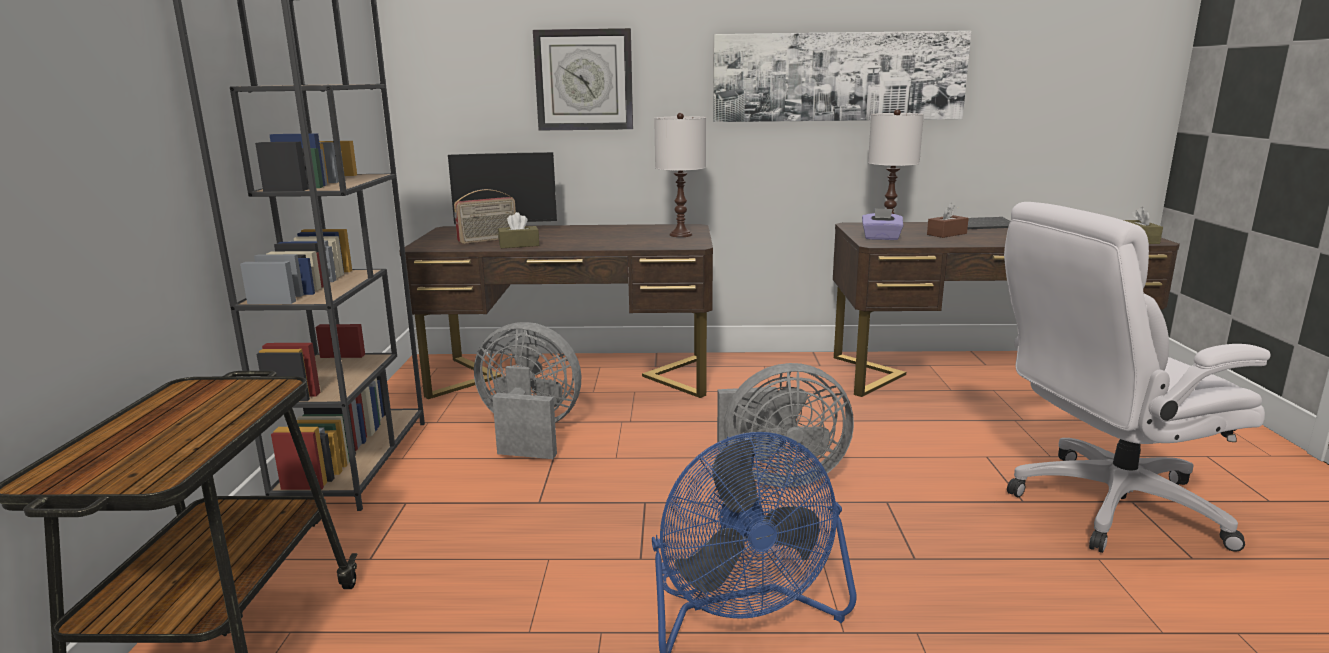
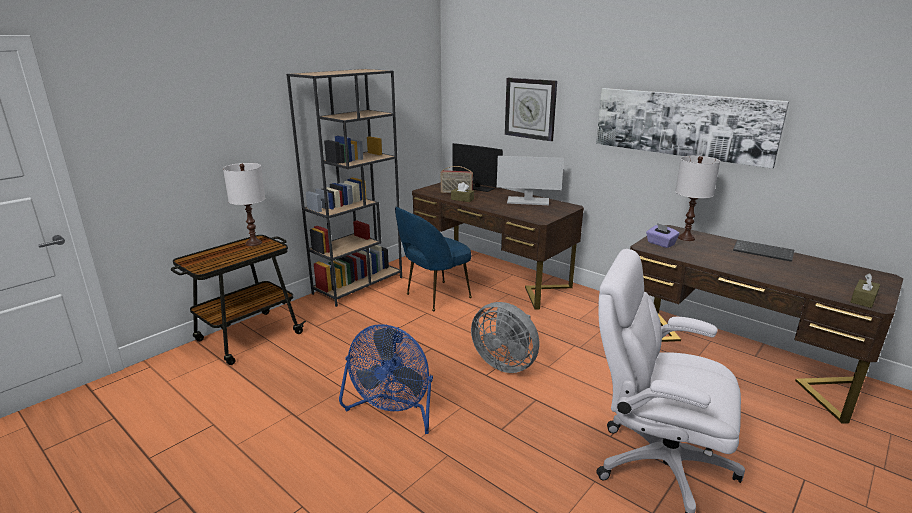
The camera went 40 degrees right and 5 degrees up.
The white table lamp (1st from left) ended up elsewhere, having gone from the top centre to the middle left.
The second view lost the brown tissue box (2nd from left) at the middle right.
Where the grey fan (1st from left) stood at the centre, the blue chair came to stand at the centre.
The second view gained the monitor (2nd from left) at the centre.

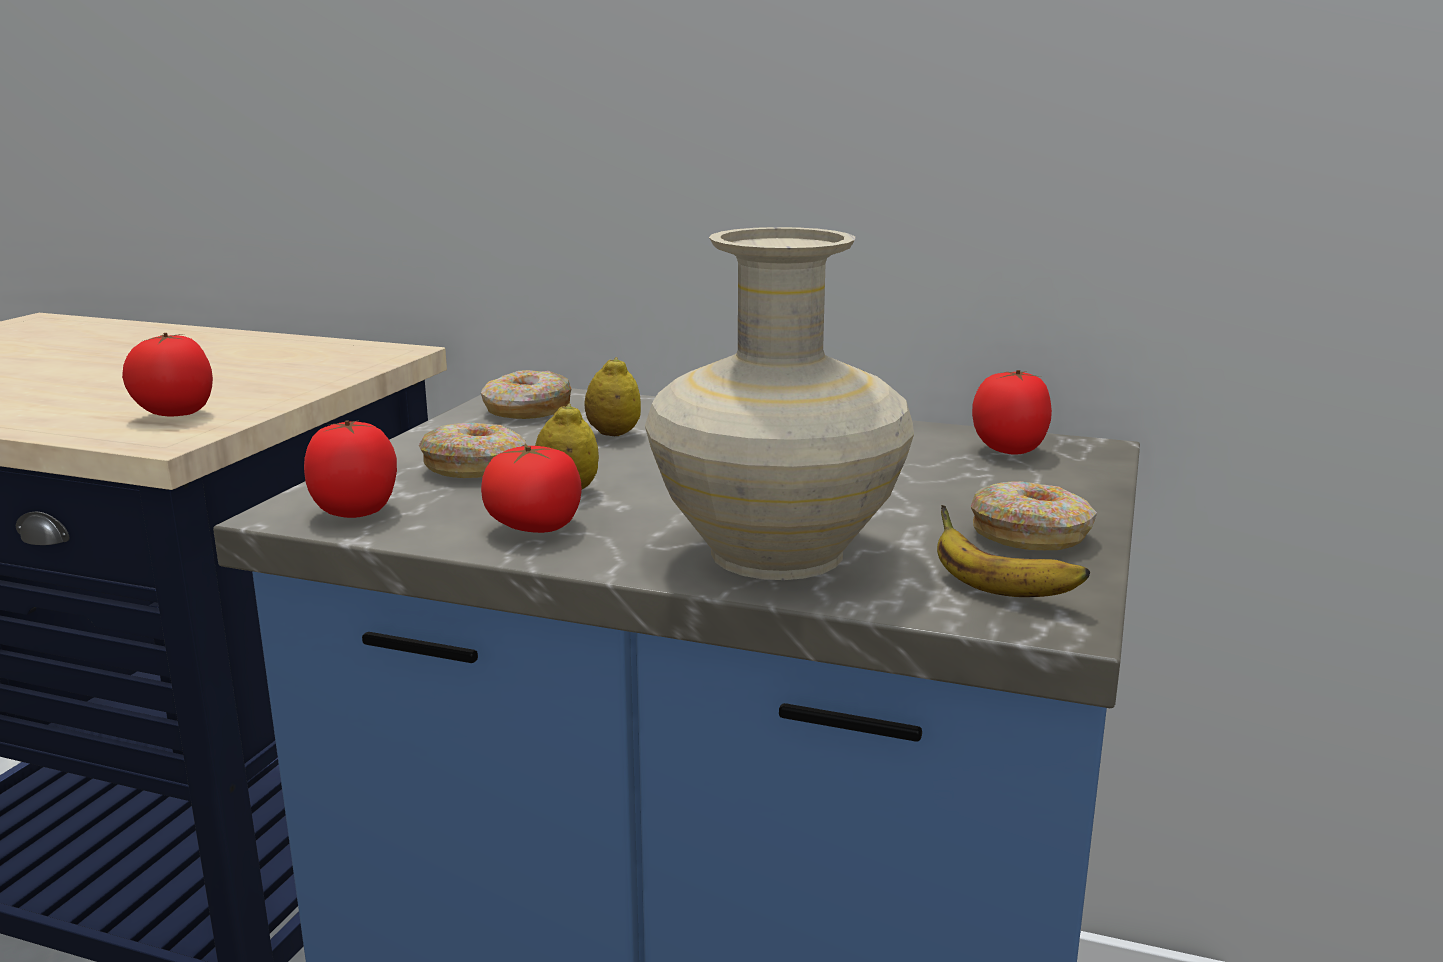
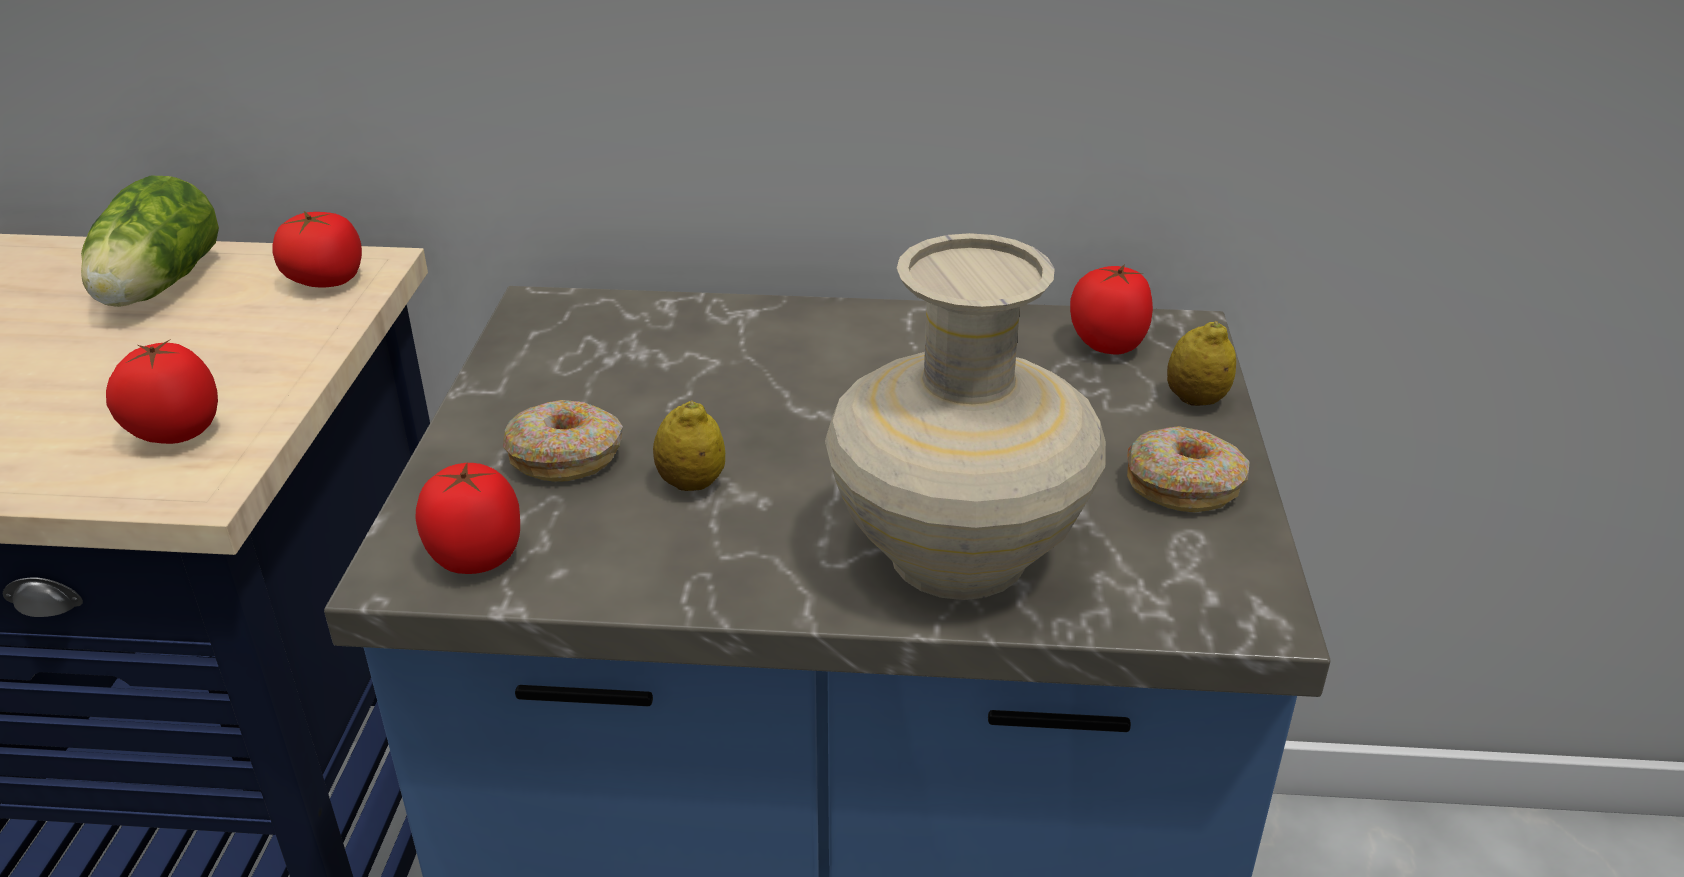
The camera went 15 degrees left and 15 degrees up.
The lemon (2nd from left) ended up elsewhere, having gone from the centre to the middle right.
The second view lost the donut (2nd from left) at the centre.
The tomato (3rd from left in the first image) ended up elsewhere, having gone from the centre to the top left.
The second view lost the banana at the middle right.
The second view gained the lettuce at the top left.

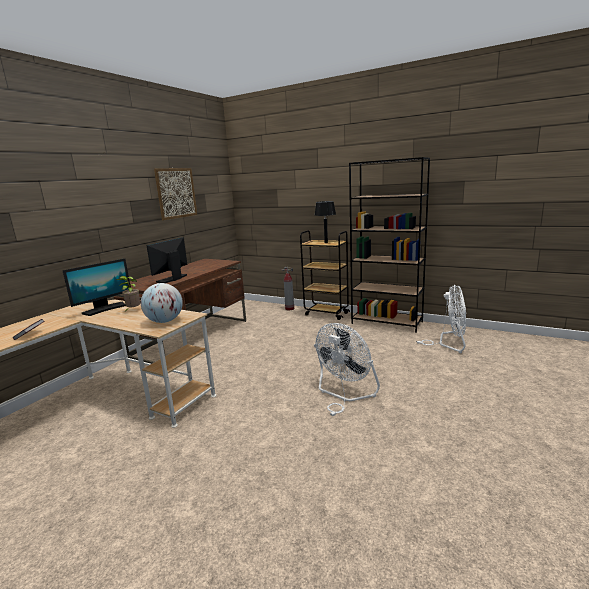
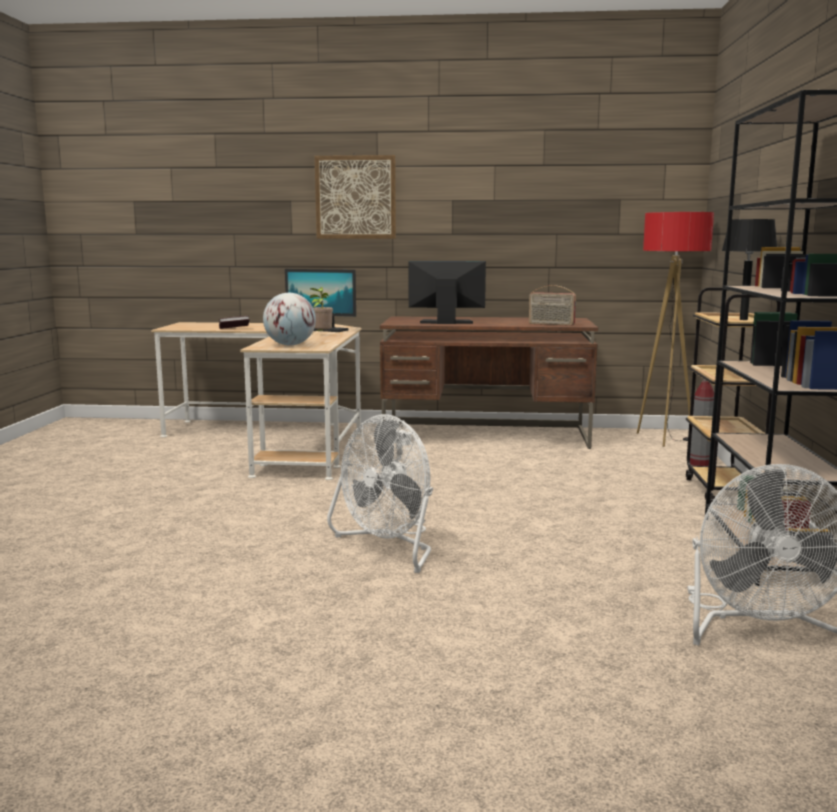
The camera went 65 degrees right and 5 degrees down.
The picture ended up elsewhere, having gone from the top left to the top centre.
The white fan (1st from left) at the centre ended up facing another way, 120 degrees clockwise from before.
The second view gained the floor lamp at the middle right.
The second view gained the radio at the centre.

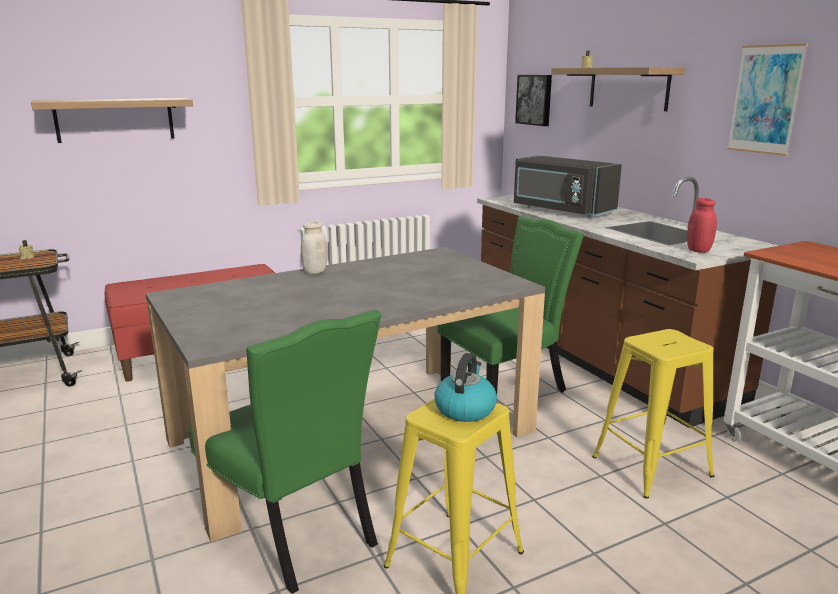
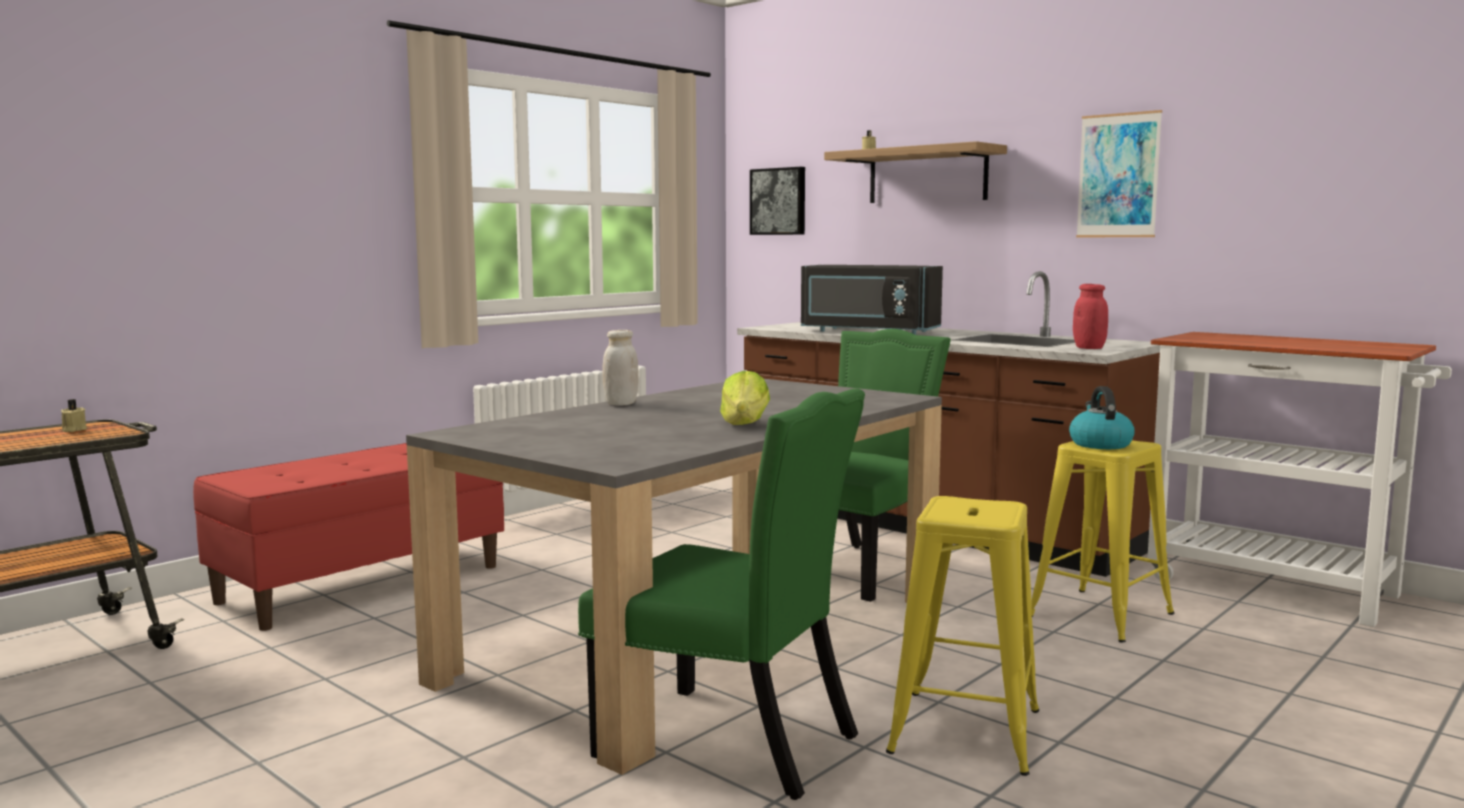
The camera went 20 degrees left and 10 degrees down.
The second view lost the shelf (1st from left) at the top left.
The kettle ended up elsewhere, having gone from the centre to the middle right.
The second view gained the lettuce at the centre.

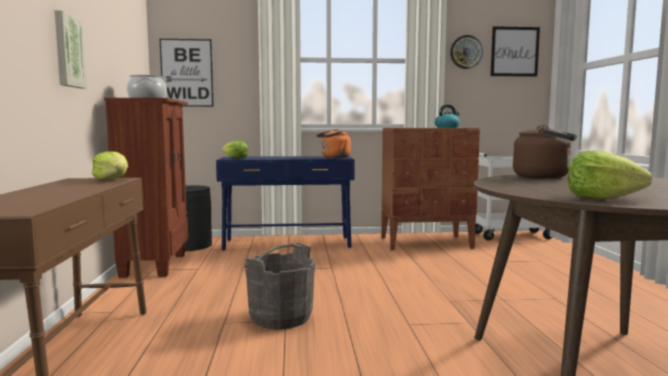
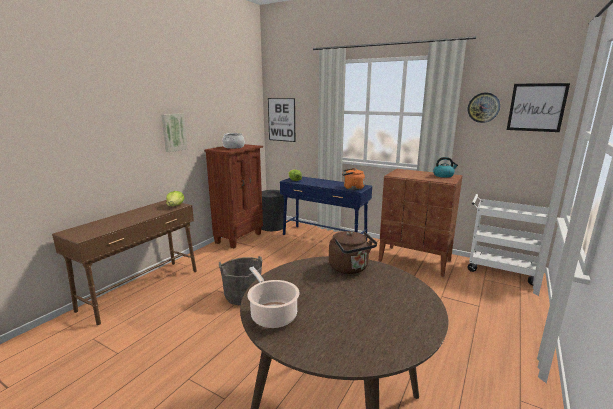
The camera went 35 degrees right and 10 degrees up.
Where the lettuce (3rd from left) stood at the middle right, the cooking pot (2nd from left) came to stand at the bottom centre.

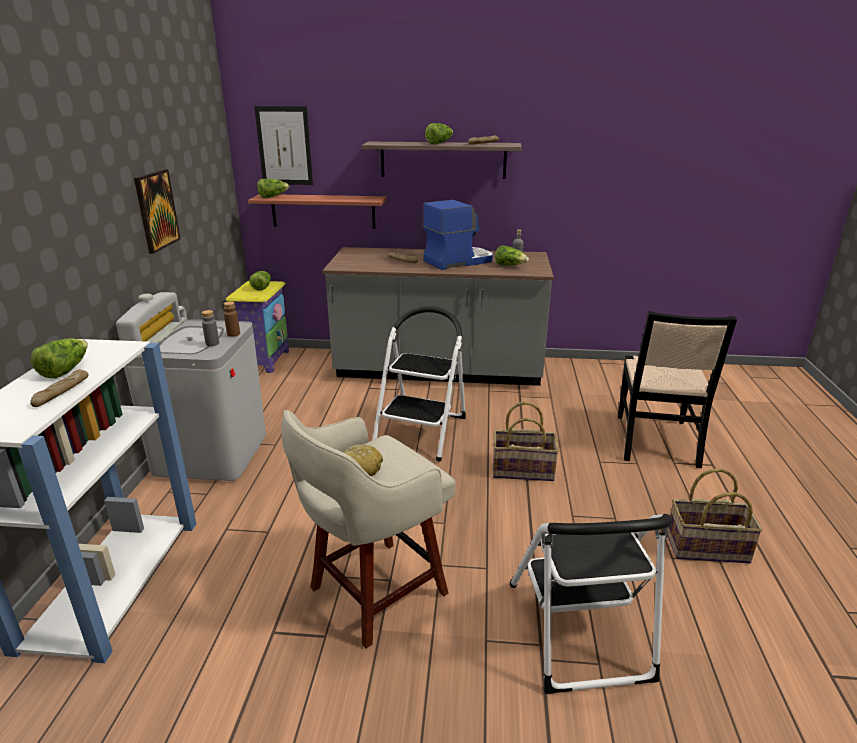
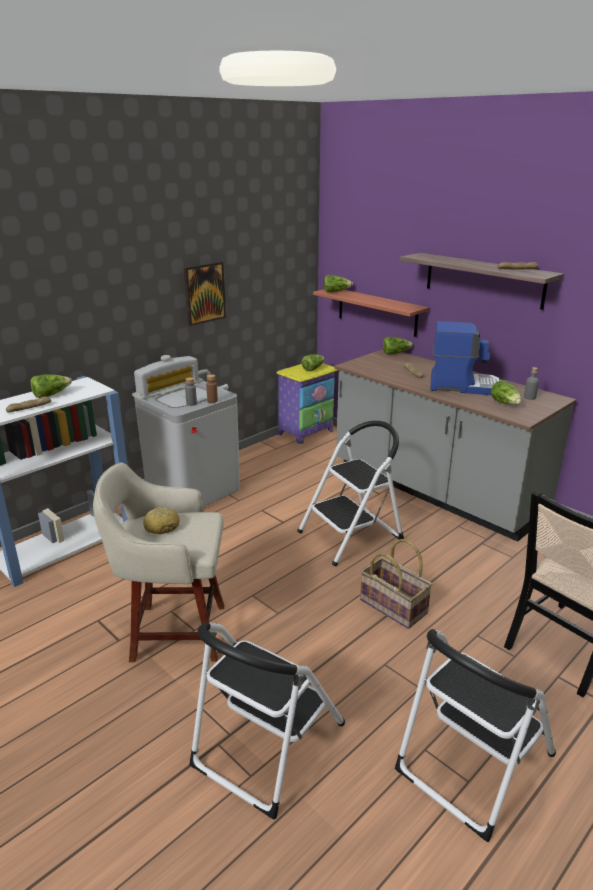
The camera went 40 degrees right and 0 degrees up.
The second view lost the picture (2nd from left) at the top left.
The lettuce (4th from left) ended up elsewhere, having gone from the top centre to the middle right.
Where the basket (2nd from left) stood at the bottom right, the step ladder (3rd from left) came to stand at the bottom right.

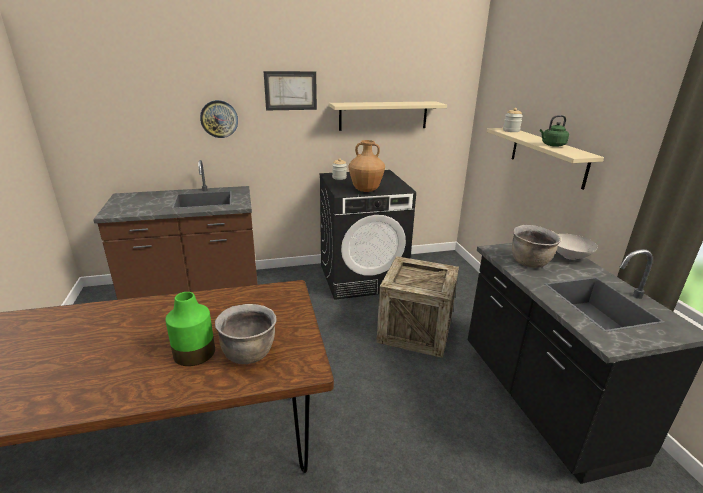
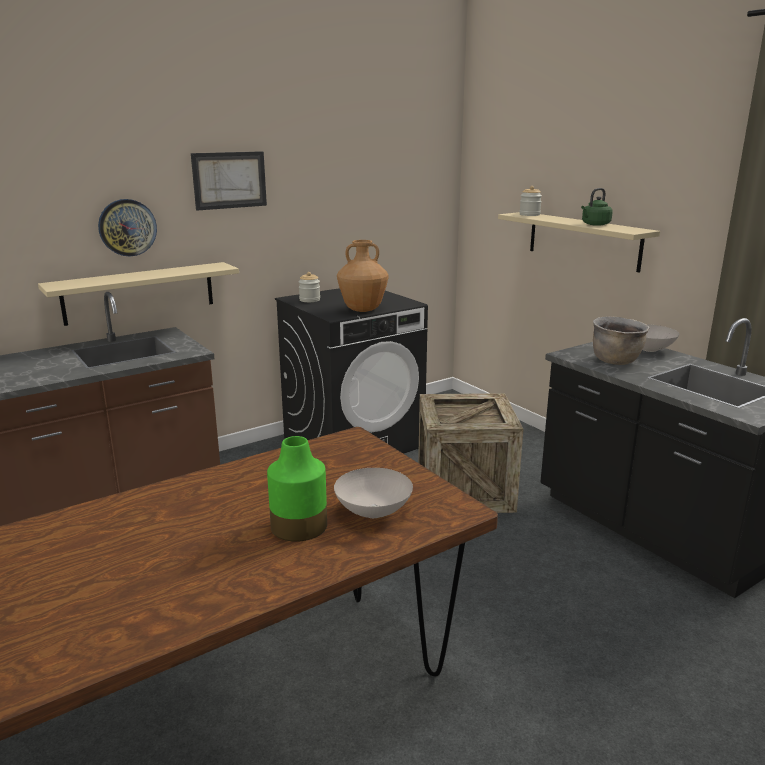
The camera went 20 degrees left and 5 degrees down.
The beige shelf (1st from left) ended up elsewhere, having gone from the top centre to the middle left.
Where the brown cooking pot (1st from left) stood at the bottom centre, the white bowl (1st from left) came to stand at the centre.

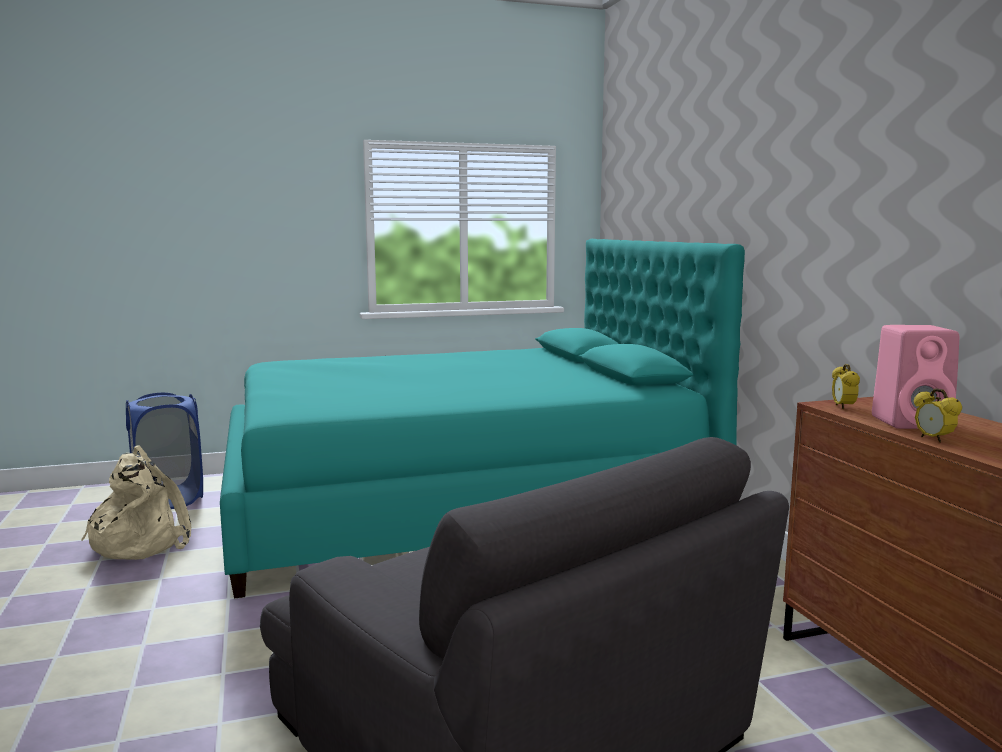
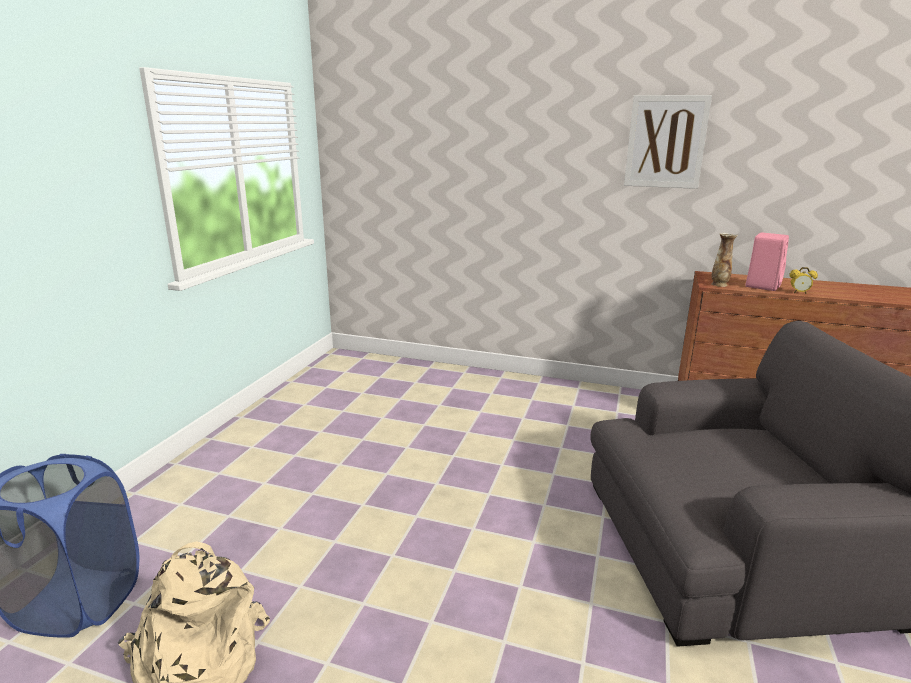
The camera went 55 degrees left and 10 degrees up.
The second view lost the turquoise bed at the centre.
Where the alarm clock (1st from left) stood at the middle right, the vase came to stand at the middle right.
The second view gained the picture at the top right.

